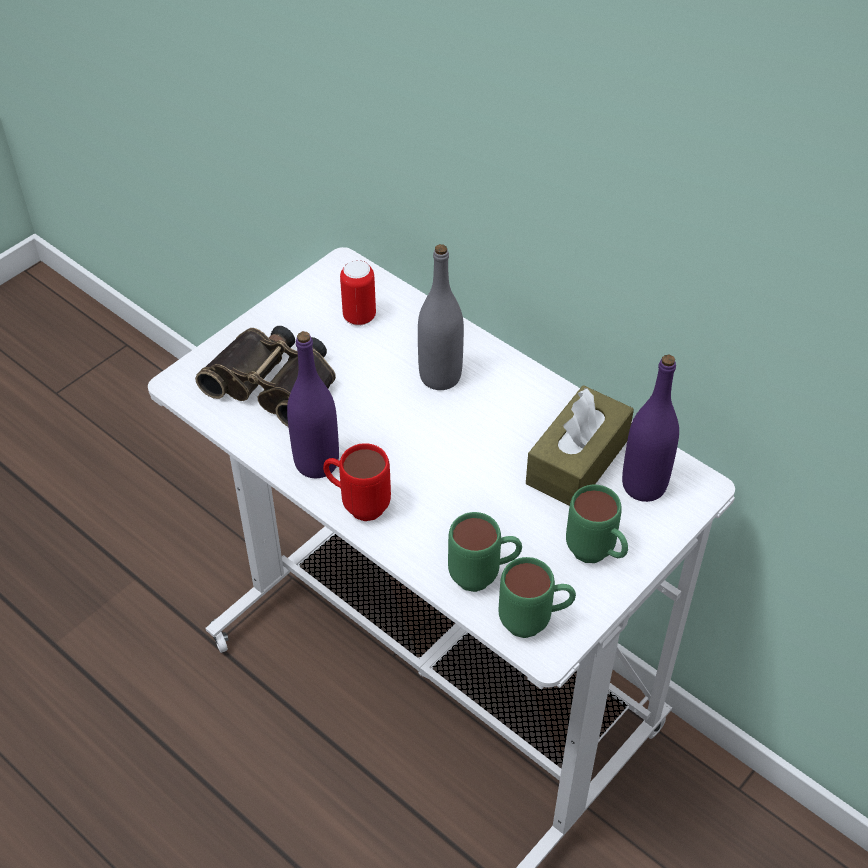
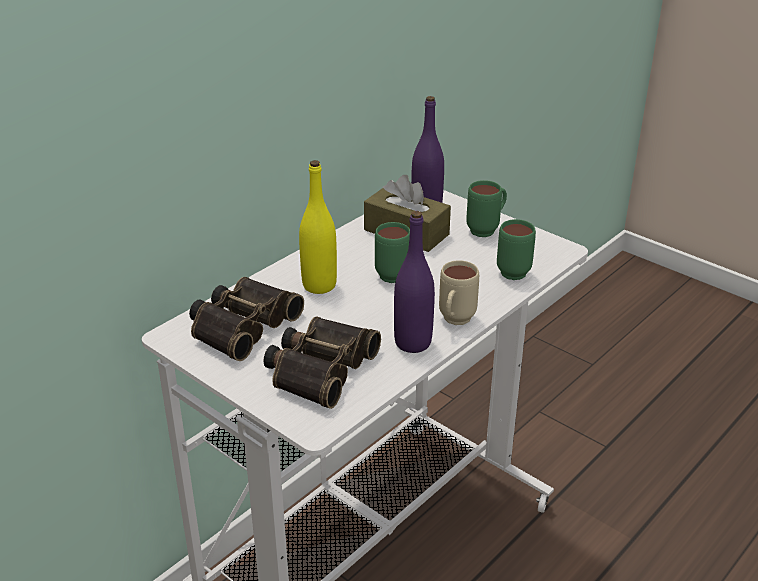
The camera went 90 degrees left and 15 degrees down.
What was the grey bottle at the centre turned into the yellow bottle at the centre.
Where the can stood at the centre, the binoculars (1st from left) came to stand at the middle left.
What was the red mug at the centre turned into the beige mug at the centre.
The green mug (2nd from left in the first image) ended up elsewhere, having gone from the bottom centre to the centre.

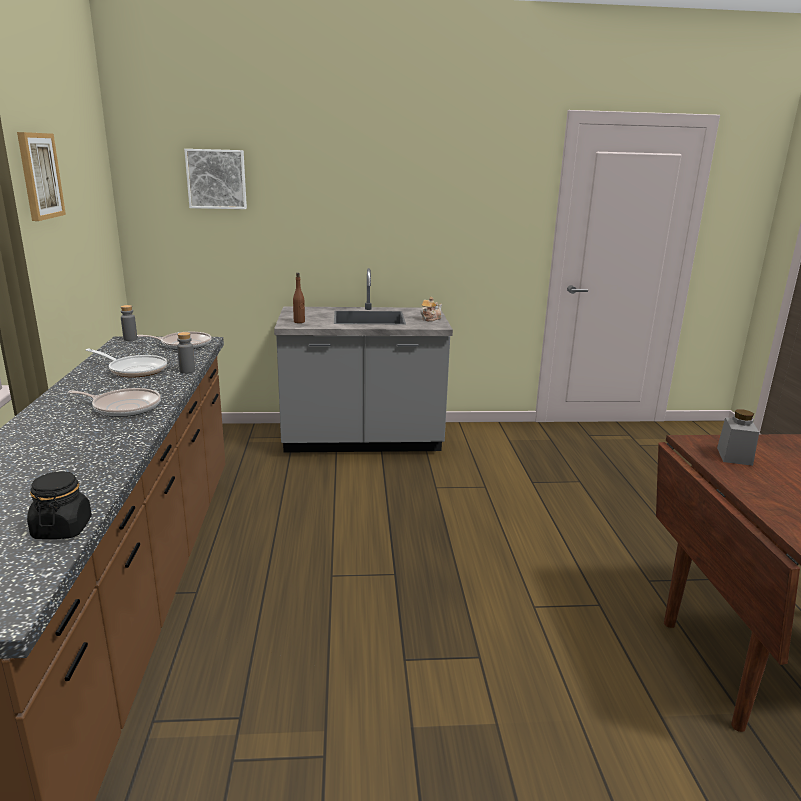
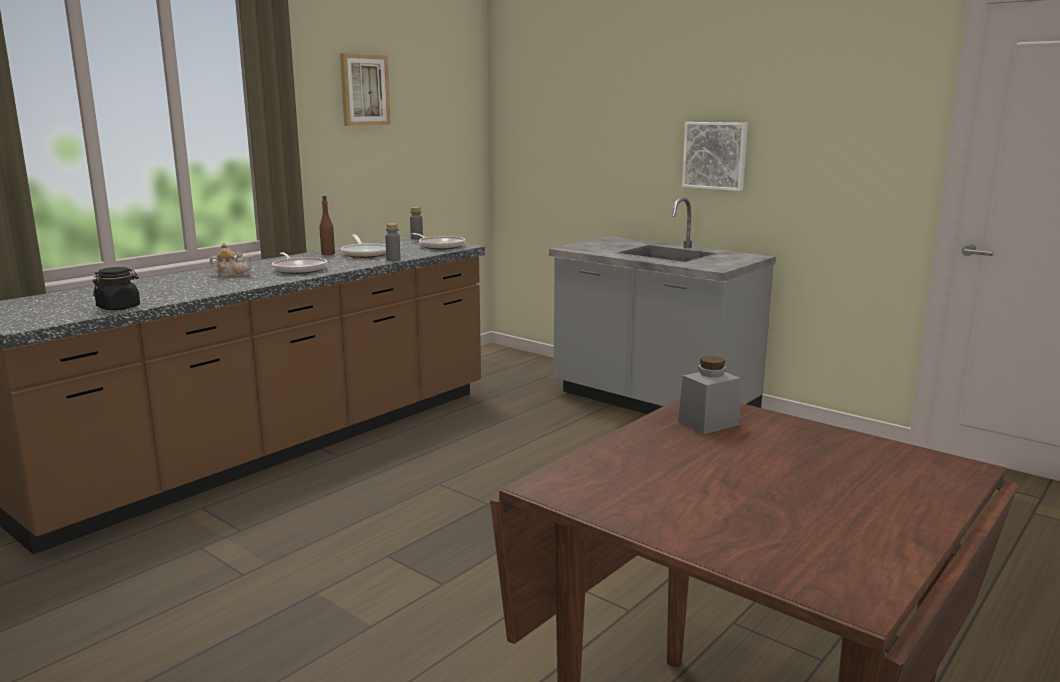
The camera went 45 degrees right and 5 degrees down.
The picture (2nd from left) ended up elsewhere, having gone from the top left to the top right.
The brown bottle ended up elsewhere, having gone from the centre to the top left.
The teapot ended up elsewhere, having gone from the centre to the middle left.

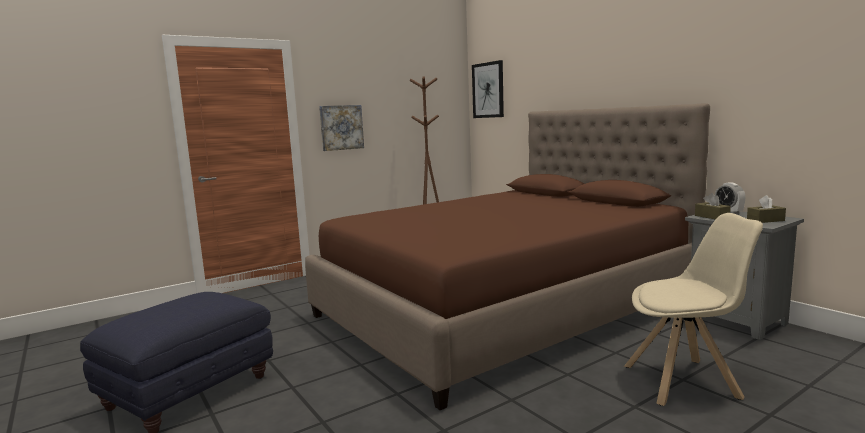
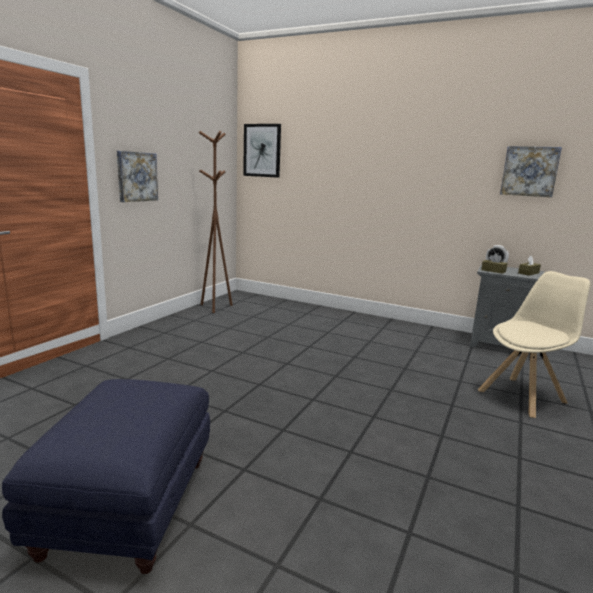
The camera went 30 degrees left and 5 degrees up.
The second view lost the brown bed at the centre.
The second view gained the picture (3rd from left) at the top right.

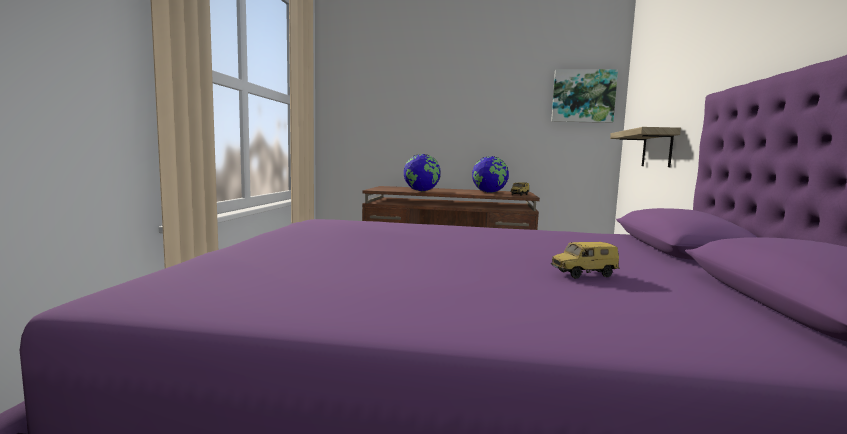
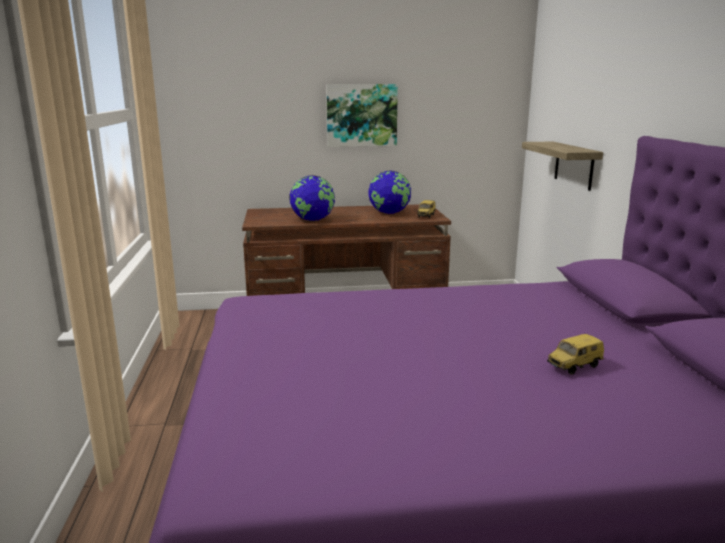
The camera went 15 degrees left and 10 degrees up.
The picture ended up elsewhere, having gone from the top right to the top centre.

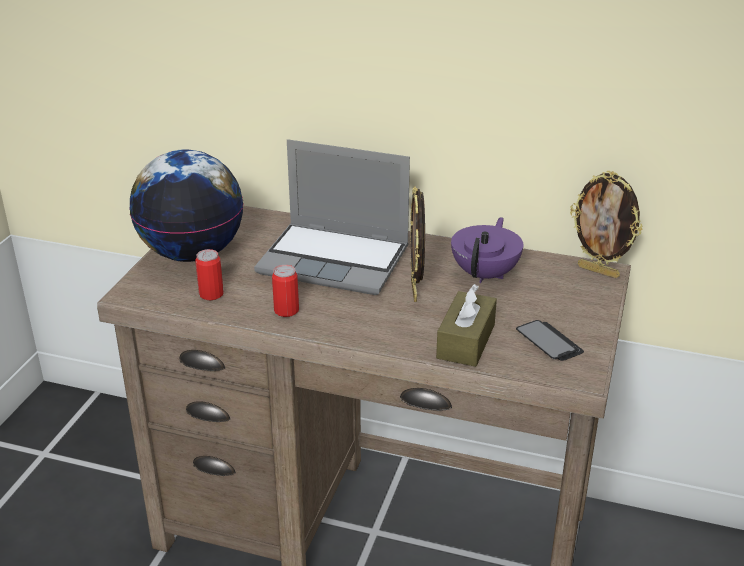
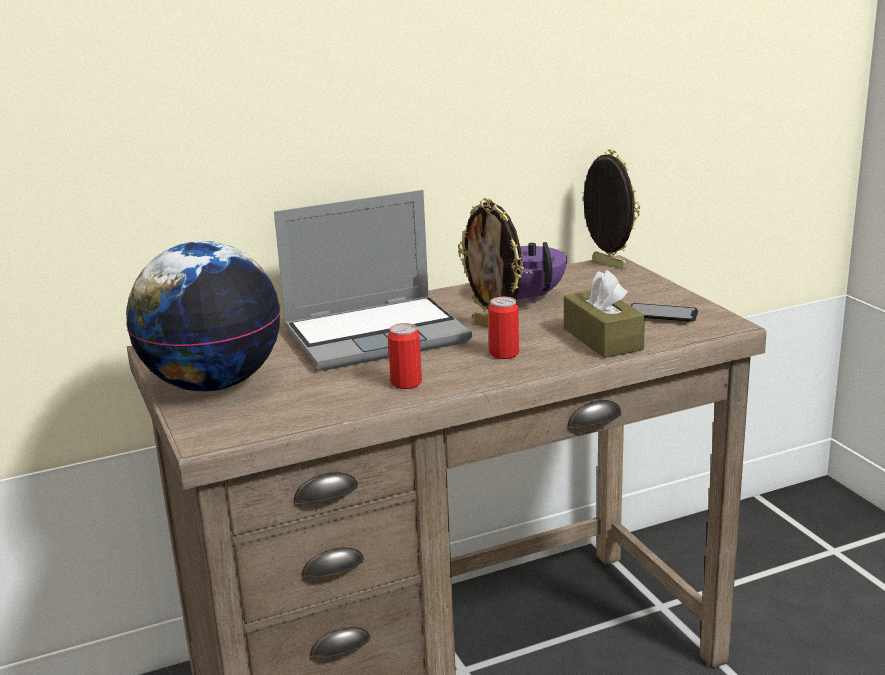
The camera went 40 degrees left and 10 degrees down.
The picture frame (2nd from left) at the middle right ended up facing another way, 120 degrees counterclockwise from before.
The can (1st from left in the first image) ended up elsewhere, having gone from the middle left to the centre.

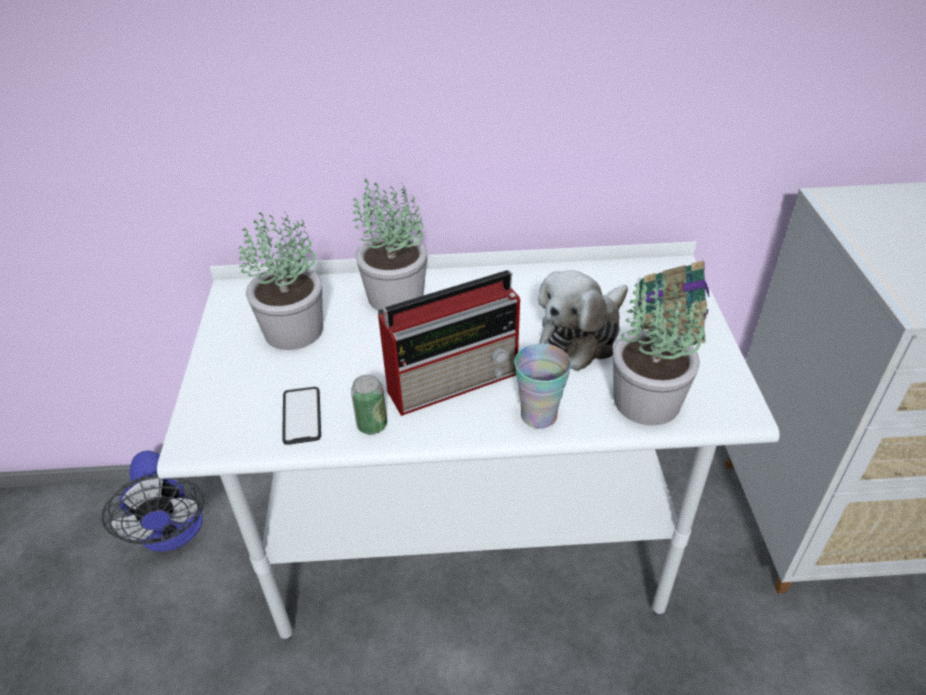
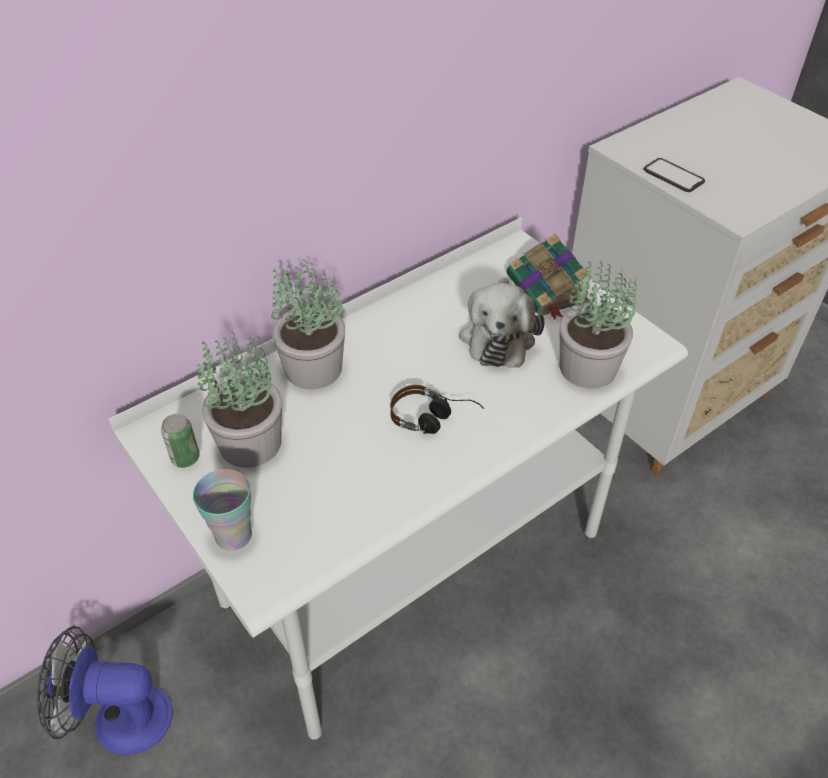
The camera went 35 degrees left and 5 degrees up.
Where the radio stood at the centre, the headphones came to stand at the centre.
The cup ended up elsewhere, having gone from the centre to the middle left.
The can ended up elsewhere, having gone from the centre to the middle left.
The phone ended up elsewhere, having gone from the middle left to the top right.
The fan at the bottom left ended up facing another way, 150 degrees clockwise from before.

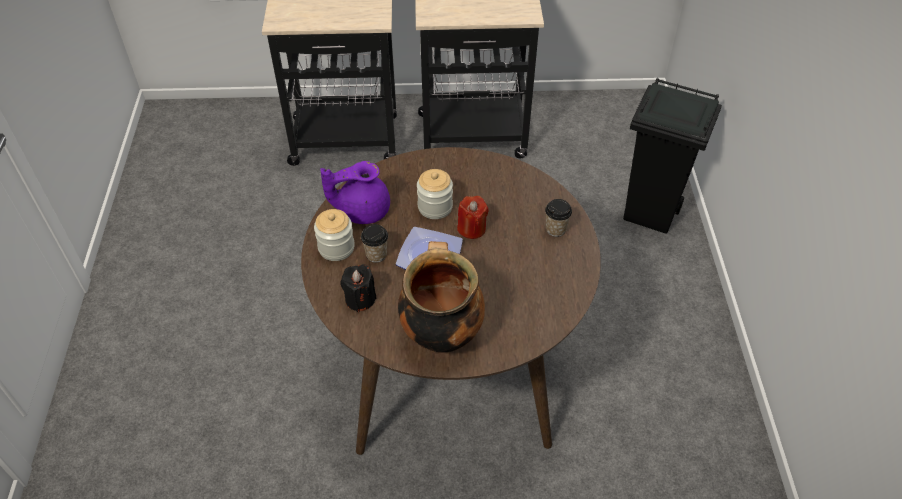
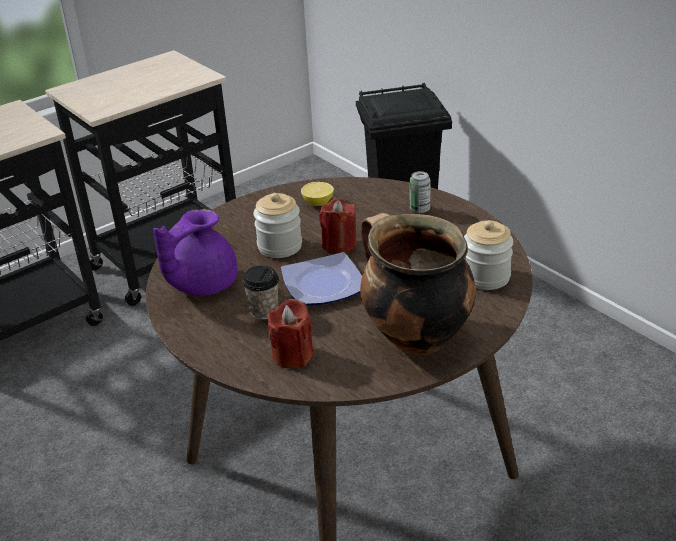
The camera went 35 degrees left and 15 degrees down.
Where the cup (2nd from left) stood at the centre, the can came to stand at the centre.
The jar (1st from left in the first image) ended up elsewhere, having gone from the centre to the middle right.
What was the black candle at the centre turned into the red candle (1st from left) at the centre.
The second view gained the lemon at the centre.

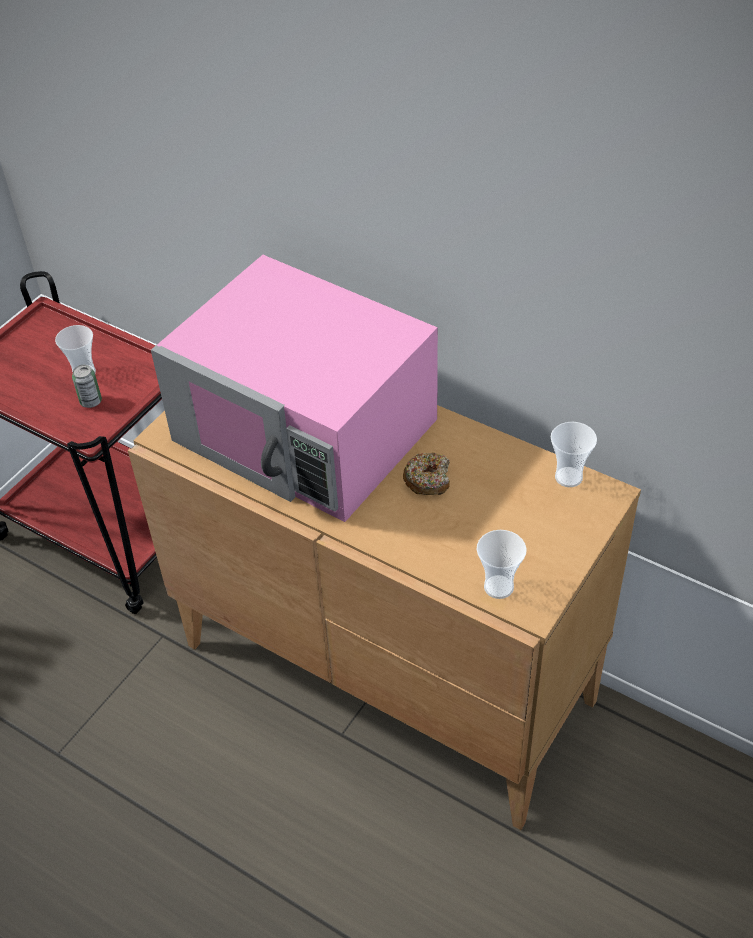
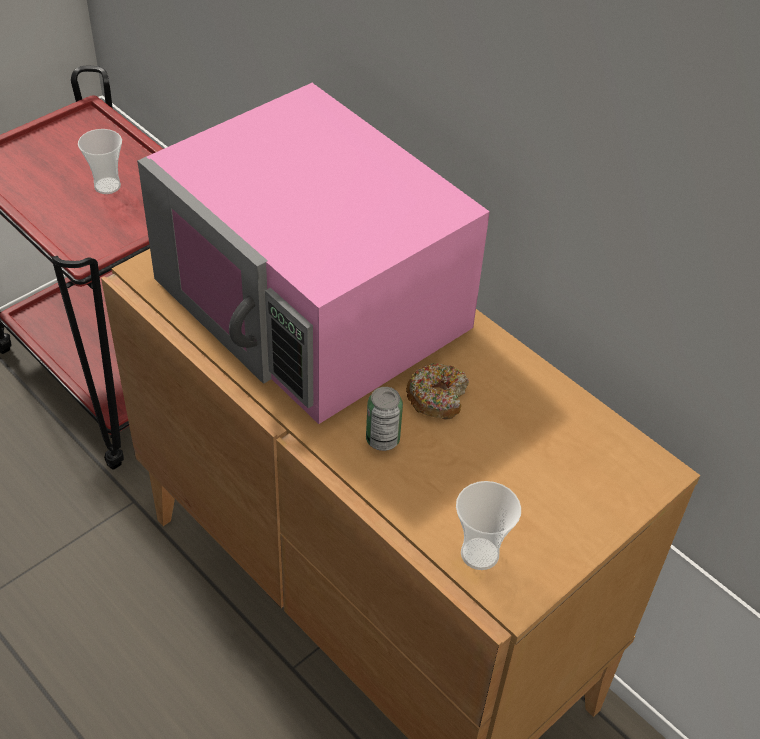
The camera went 10 degrees right and 0 degrees up.
The can ended up elsewhere, having gone from the middle left to the centre.
The second view lost the cup (3rd from left) at the middle right.

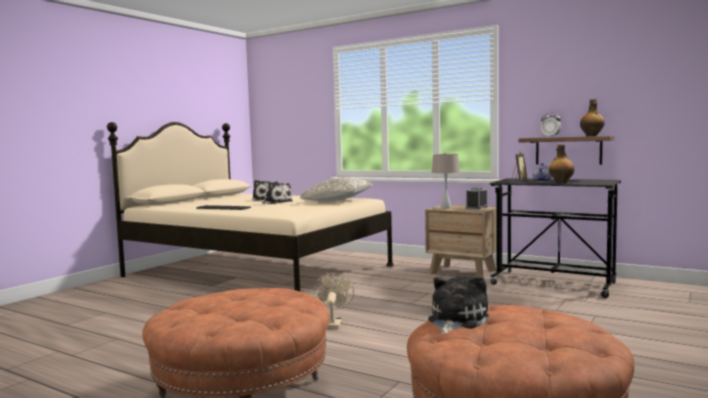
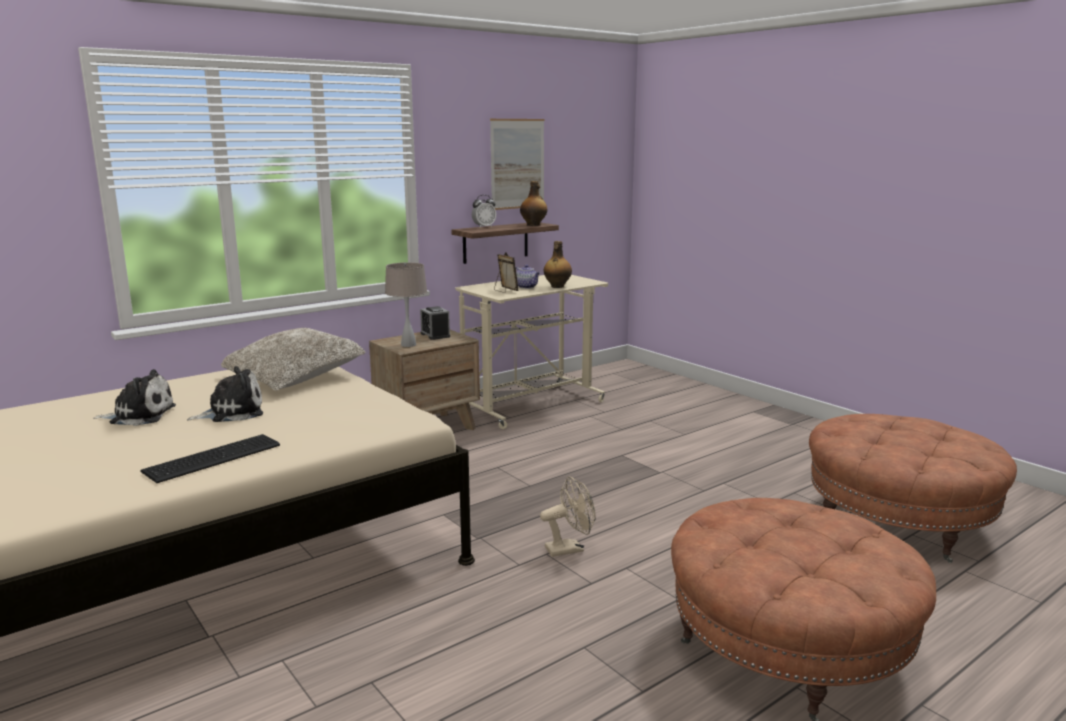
The camera went 70 degrees left and 10 degrees up.
What was the black desk at the middle right turned into the beige desk at the centre.
The beige fan at the bottom centre ended up facing another way, 135 degrees clockwise from before.
The second view lost the plush toy (3rd from left) at the bottom centre.
The second view gained the picture at the top centre.

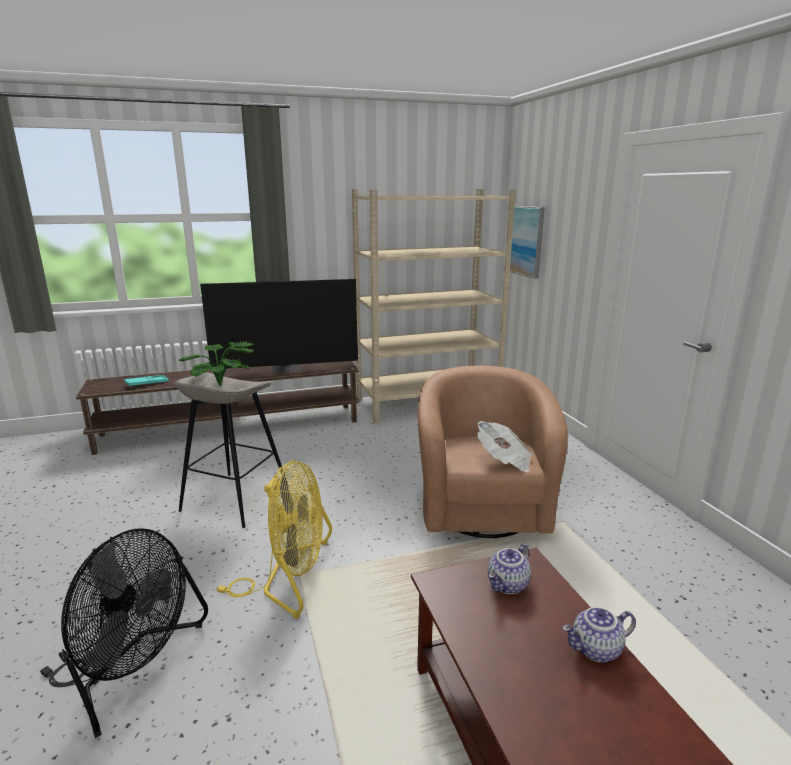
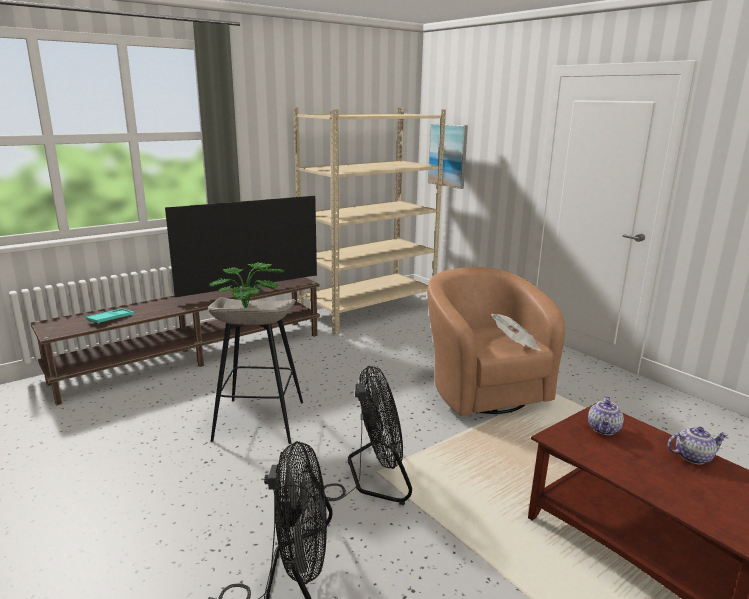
The camera went 20 degrees left and 0 degrees up.
What was the yellow fan at the bottom centre turned into the black fan (2nd from left) at the bottom centre.
The teapot (2nd from left) at the bottom right ended up facing another way, 150 degrees counterclockwise from before.

